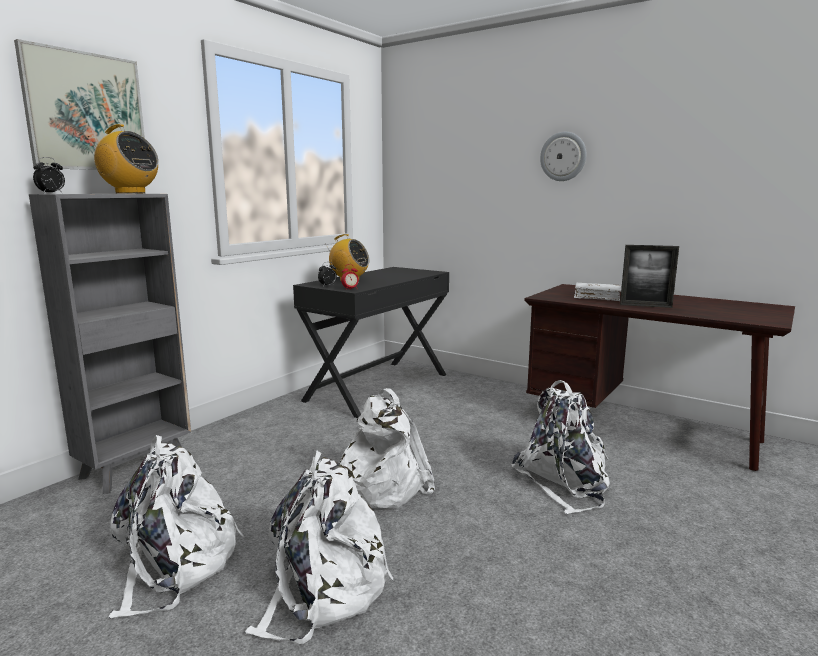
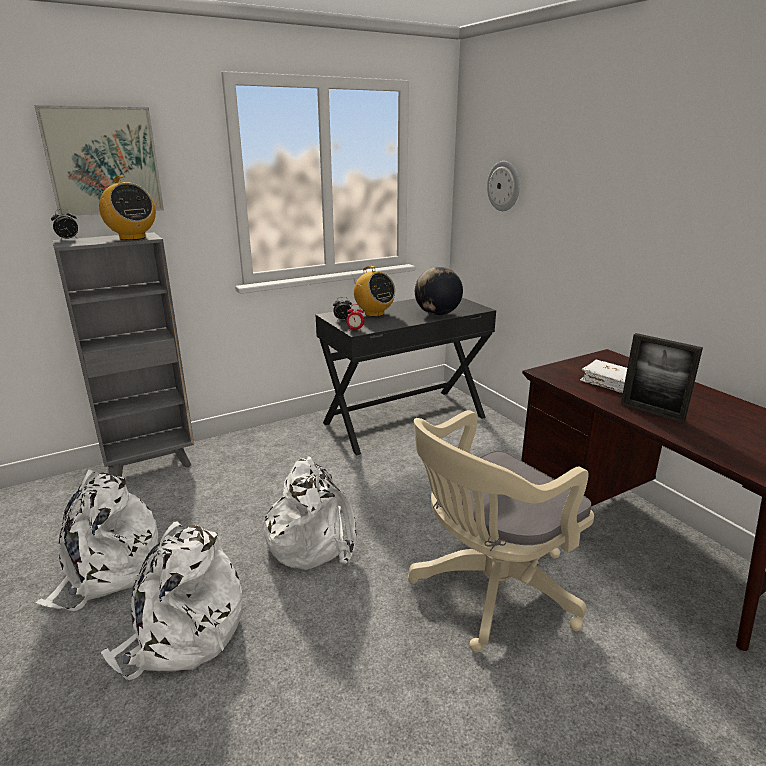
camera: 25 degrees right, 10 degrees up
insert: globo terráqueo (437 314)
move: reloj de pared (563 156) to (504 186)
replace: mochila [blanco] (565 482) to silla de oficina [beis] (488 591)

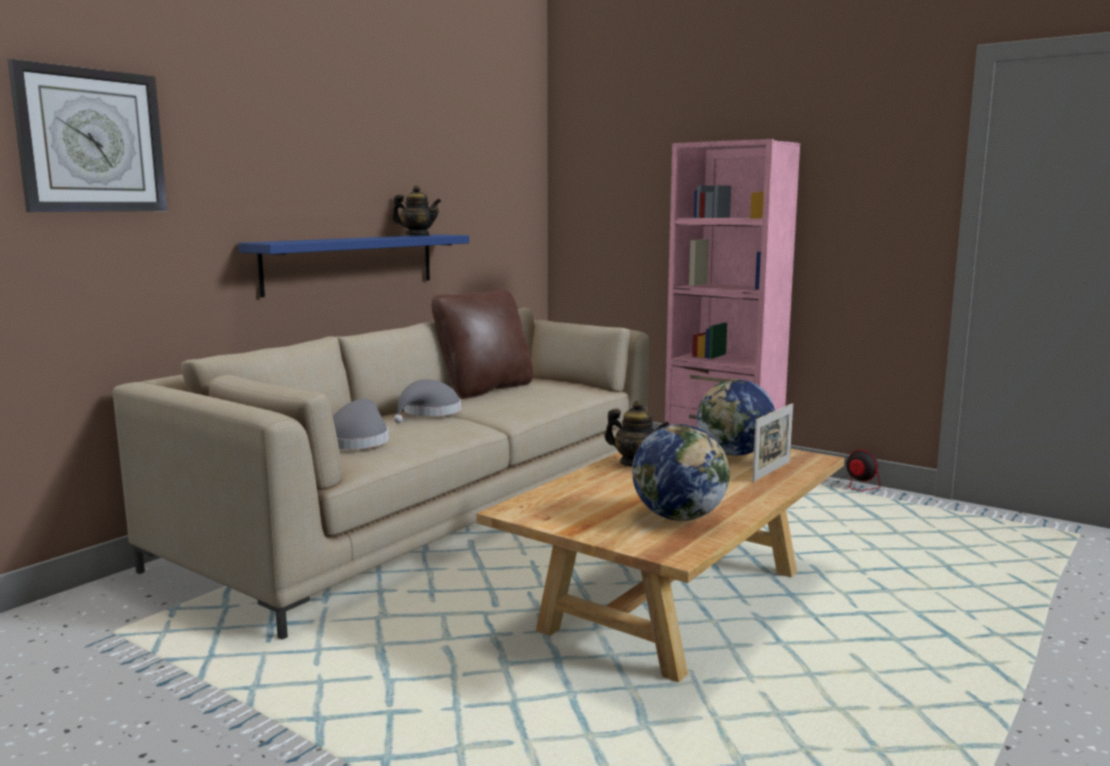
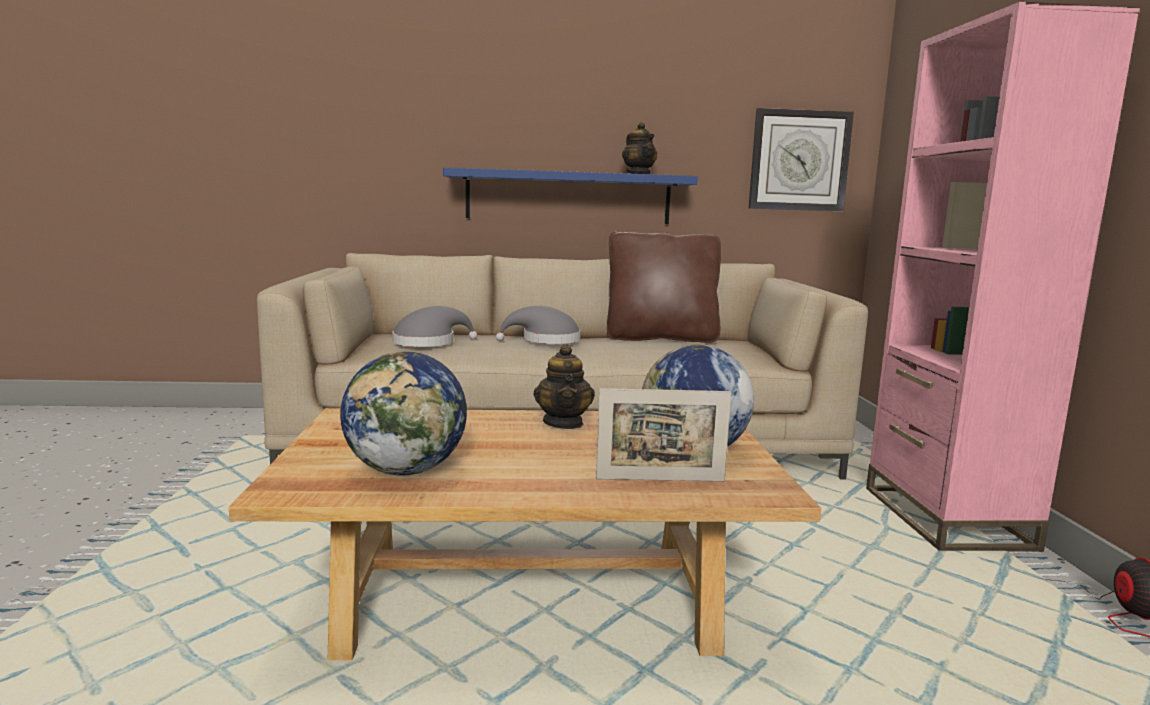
camera: 50 degrees right, 0 degrees up
move: reloj de pared (91 141) to (799 160)

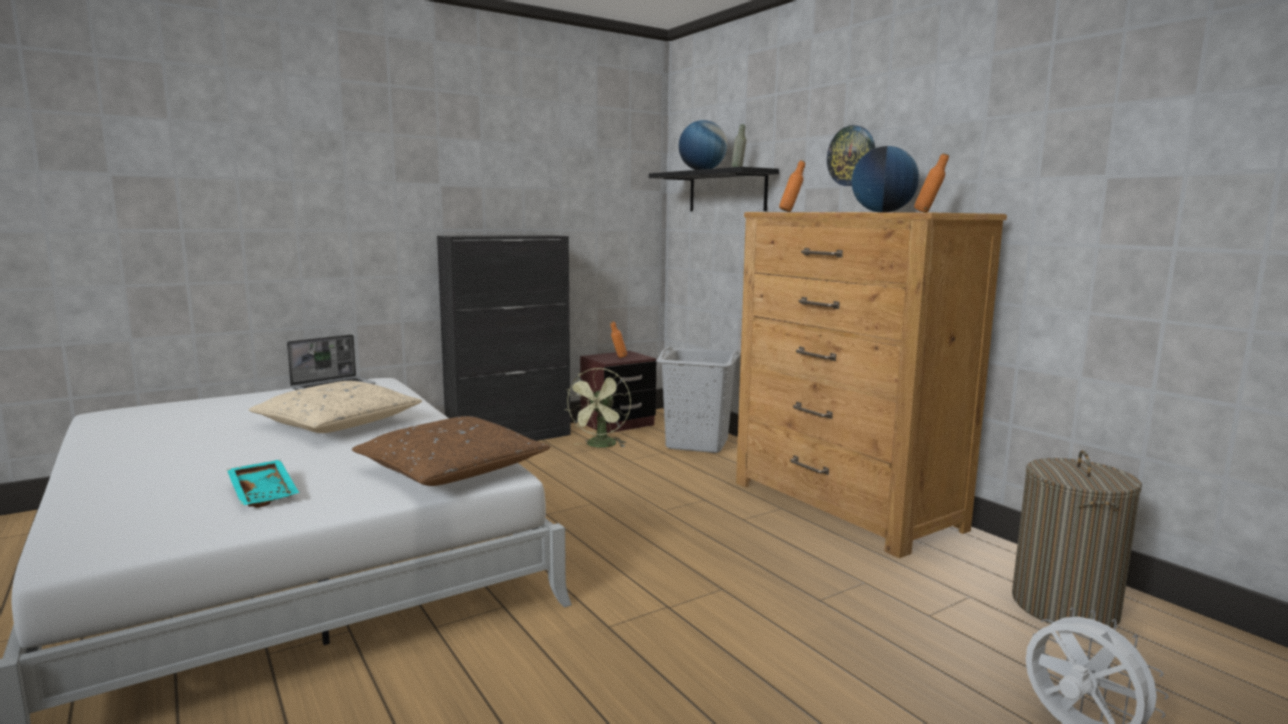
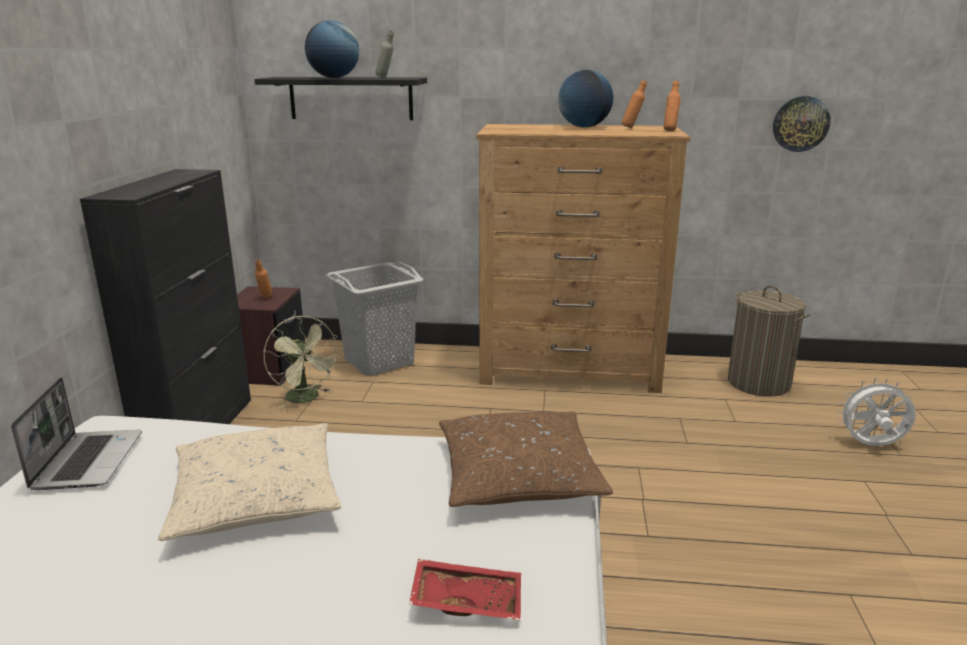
camera: 50 degrees left, 10 degrees up
move: reloj de pared (851 156) to (800 124); botella [naranja] (791 212) to (670 130)
recolor: bandeja [turquesa] (265 493) to bandeja [rojo] (467 599)

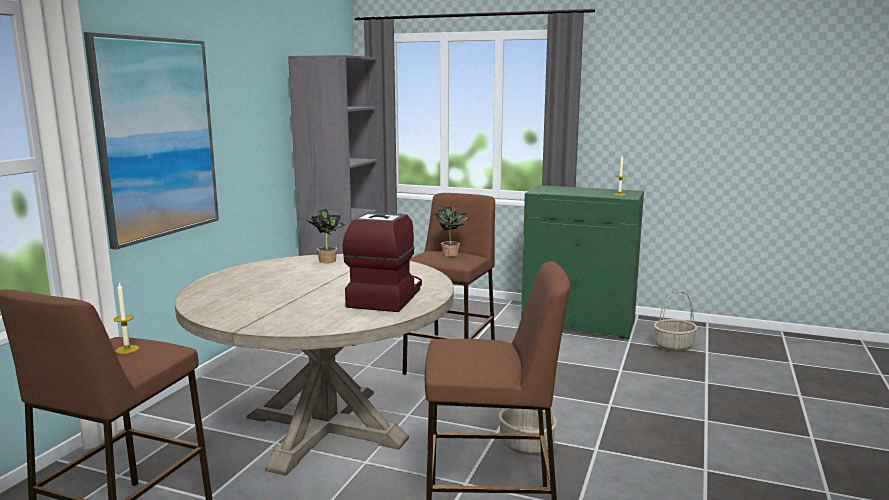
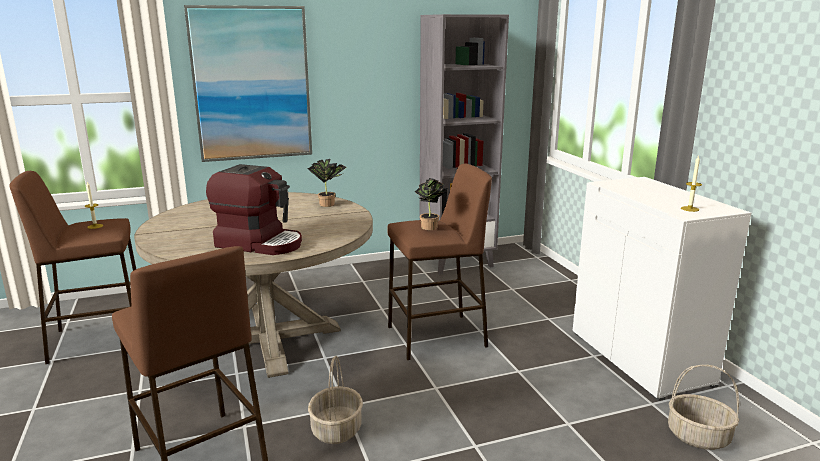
camera: 50 degrees right, 5 degrees up
recolor: armario [verde] (579 323) to armario [blanco] (641 358)
rotate: cafetera (385 297) = (260 243) 45 degrees clockwise

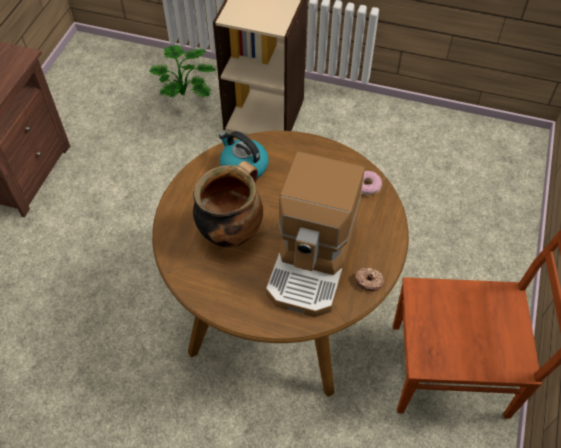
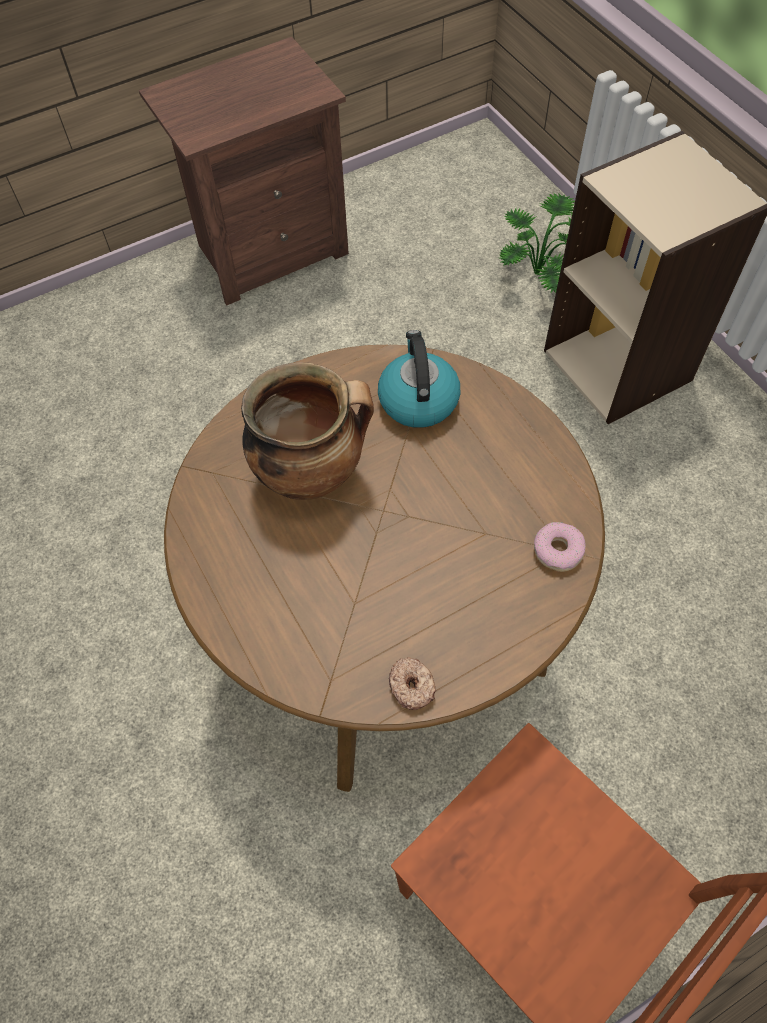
camera: 45 degrees right, 5 degrees up
delete: cafetera (313 262)

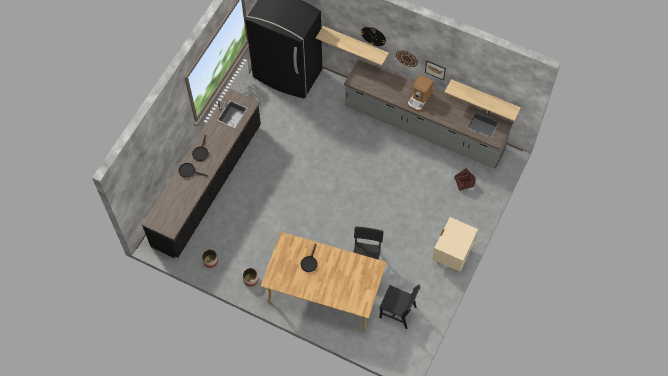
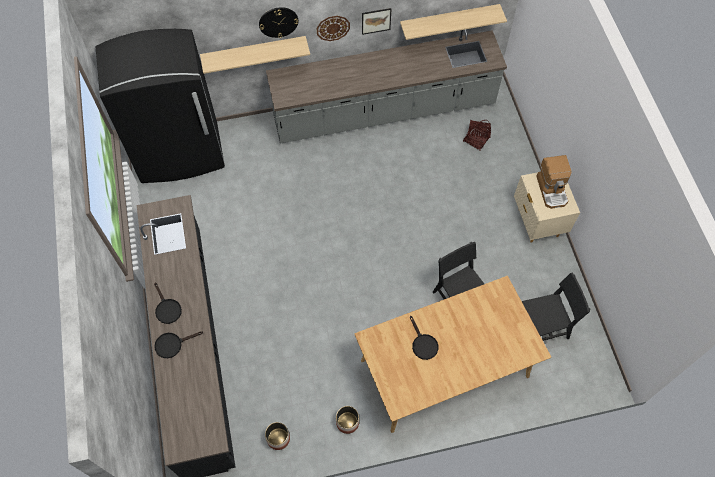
camera: 40 degrees left, 0 degrees up
move: cafetera (419 99) to (552 190)

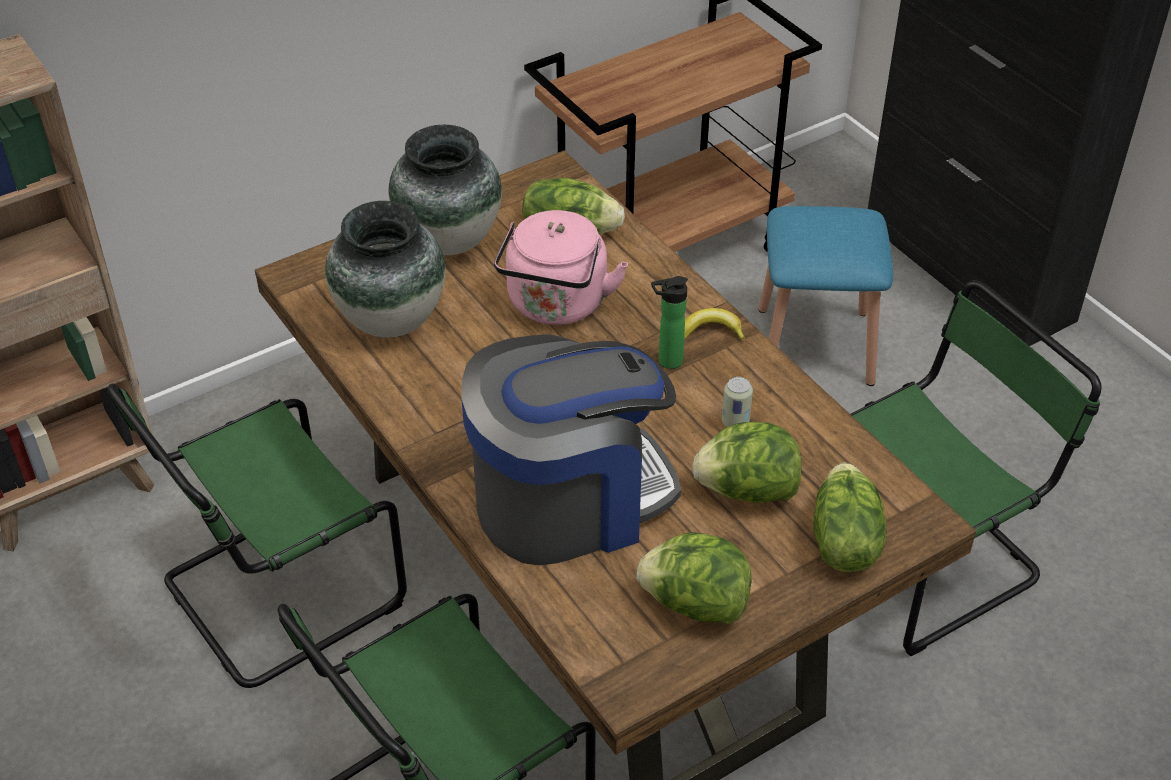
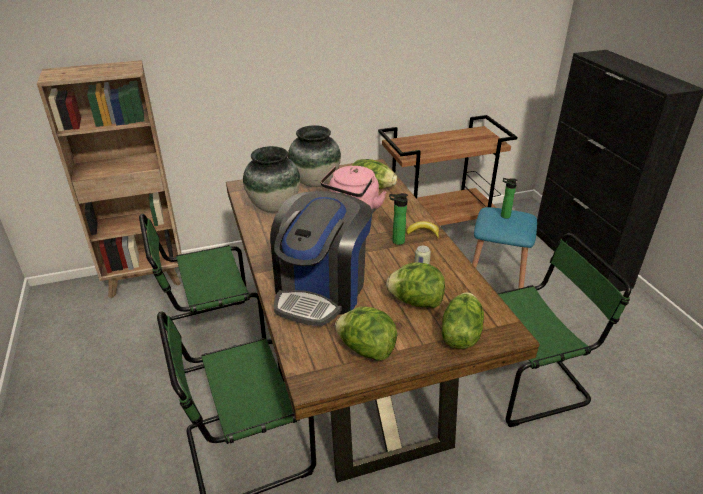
camera: 15 degrees right, 10 degrees down
insert: botella (503 216)
rotate: cafetera (569 500) = (321 290) 120 degrees clockwise

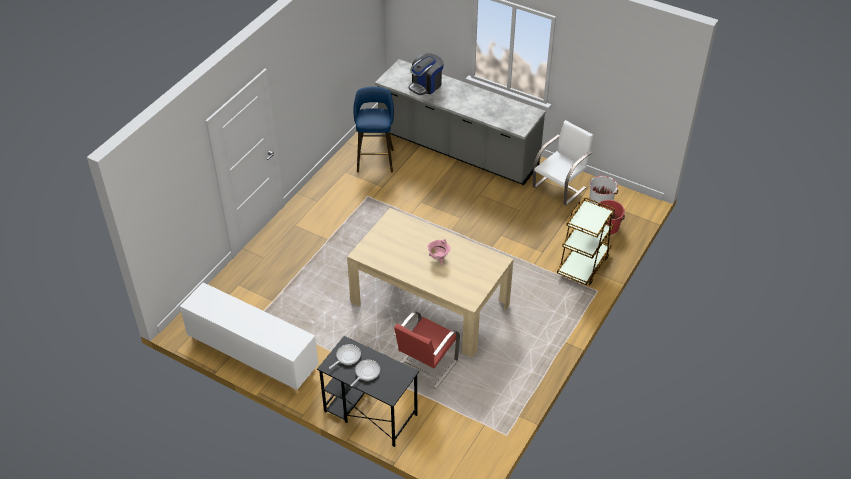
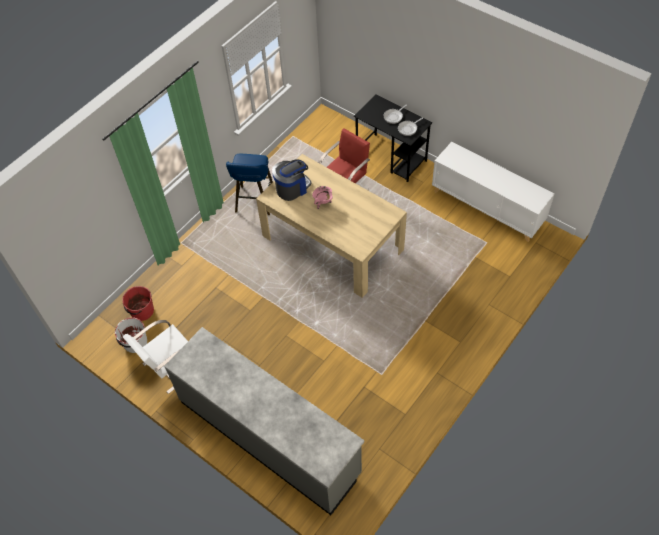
camera: 170 degrees left, 10 degrees up
delete: carrito [marrón] (583 264)
move: cafetera (426 85) to (292 188); taburete [azul] (375 159) to (254 203)

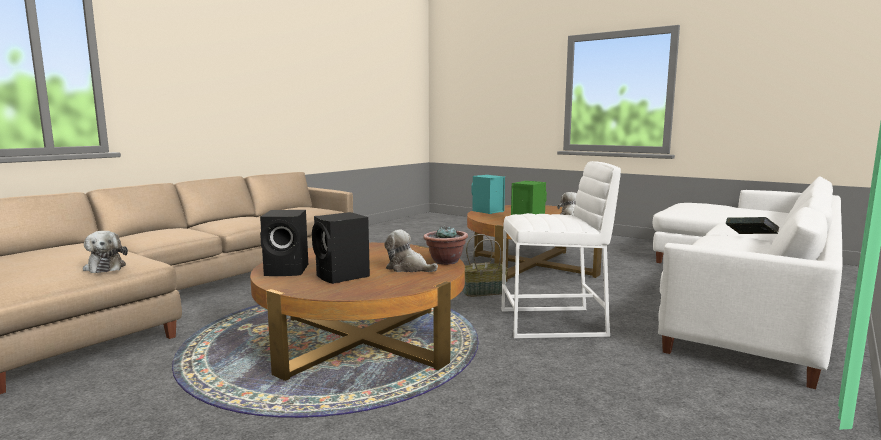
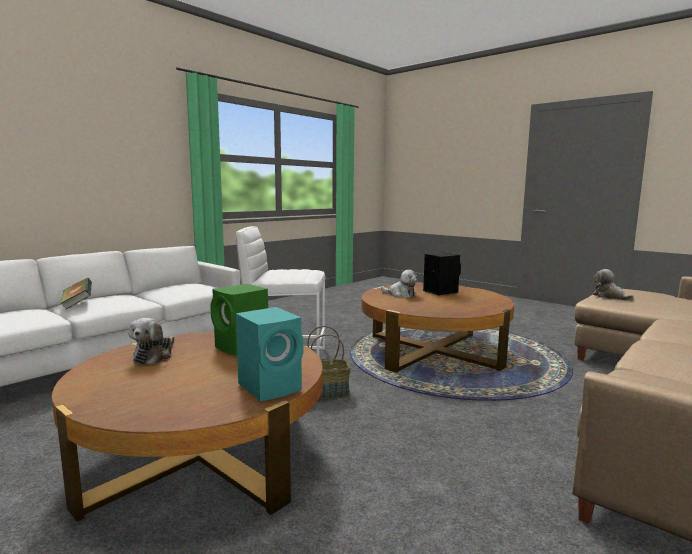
camera: 175 degrees left, 0 degrees up
delete: altavoz [negro] (288 270); planta en maceta (445 261)

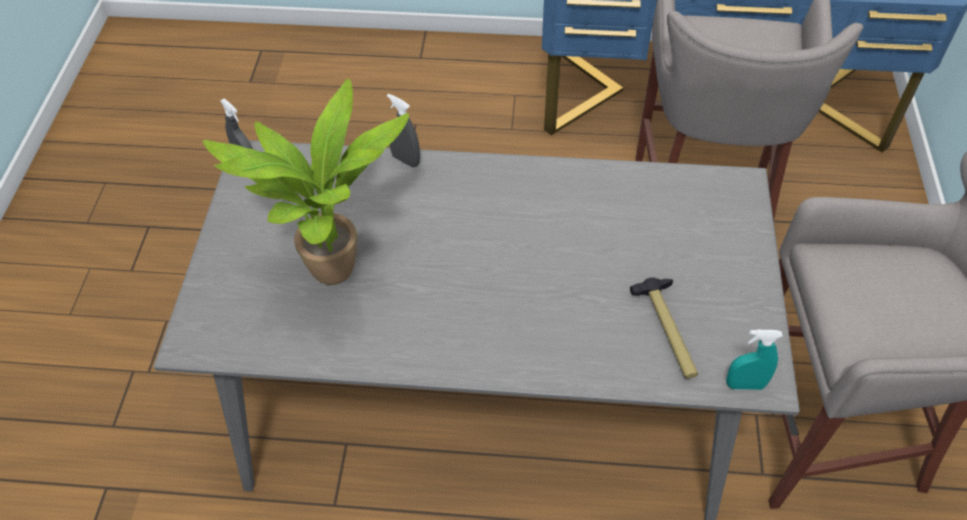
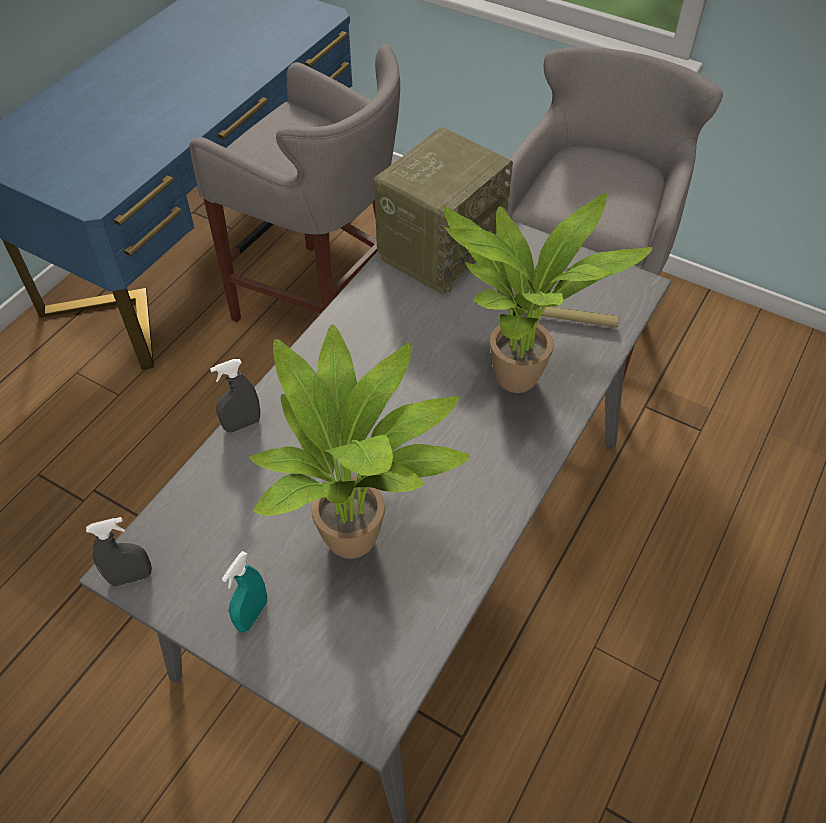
camera: 65 degrees left, 0 degrees up
insert: radio (441 247); planta en maceta (517 386)
move: pulverizador [turquesa] (745 385) to (252 615)

